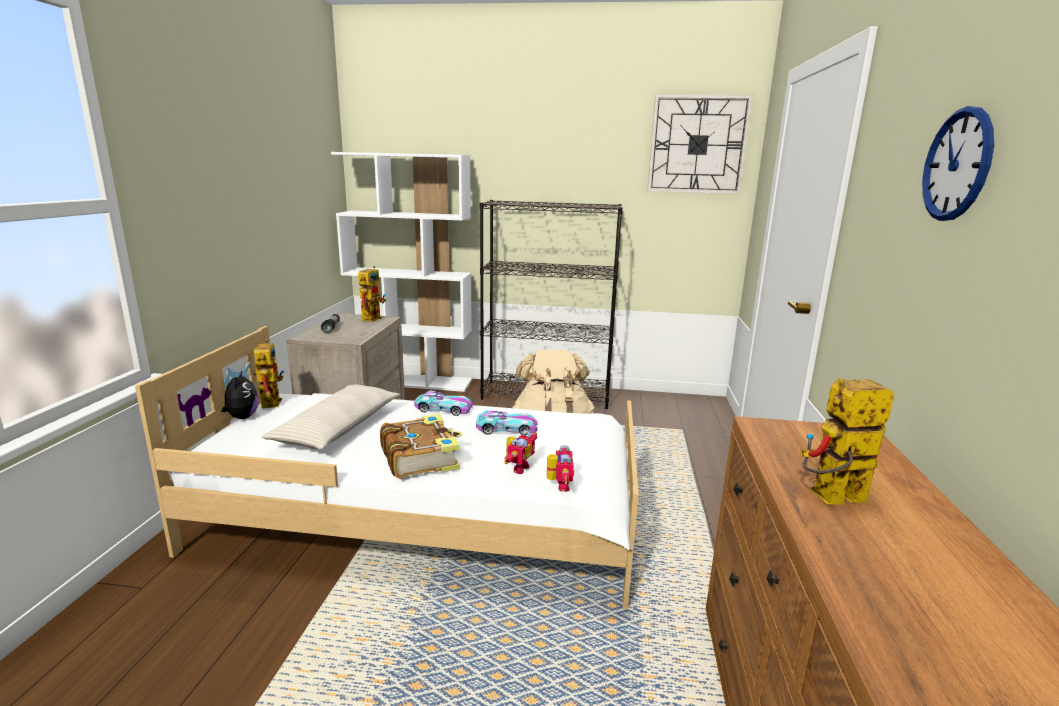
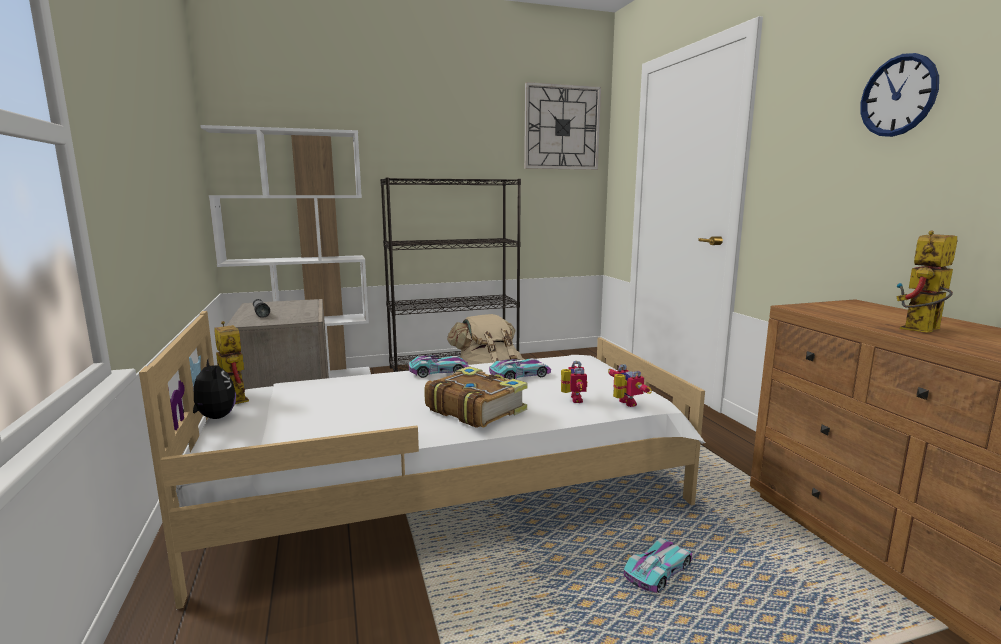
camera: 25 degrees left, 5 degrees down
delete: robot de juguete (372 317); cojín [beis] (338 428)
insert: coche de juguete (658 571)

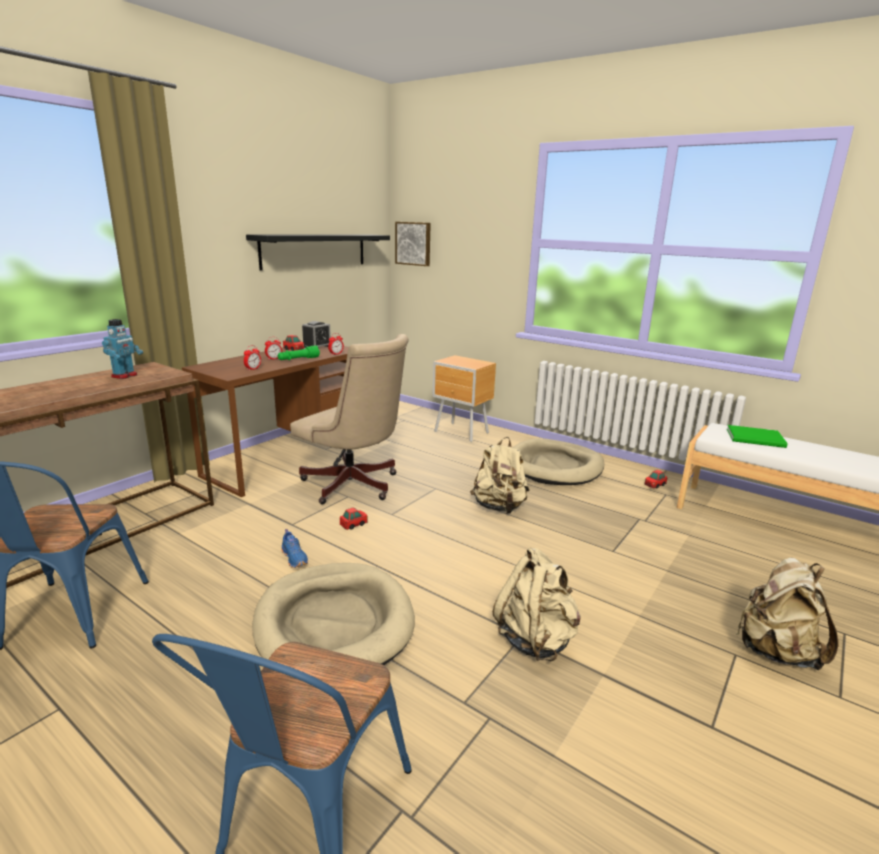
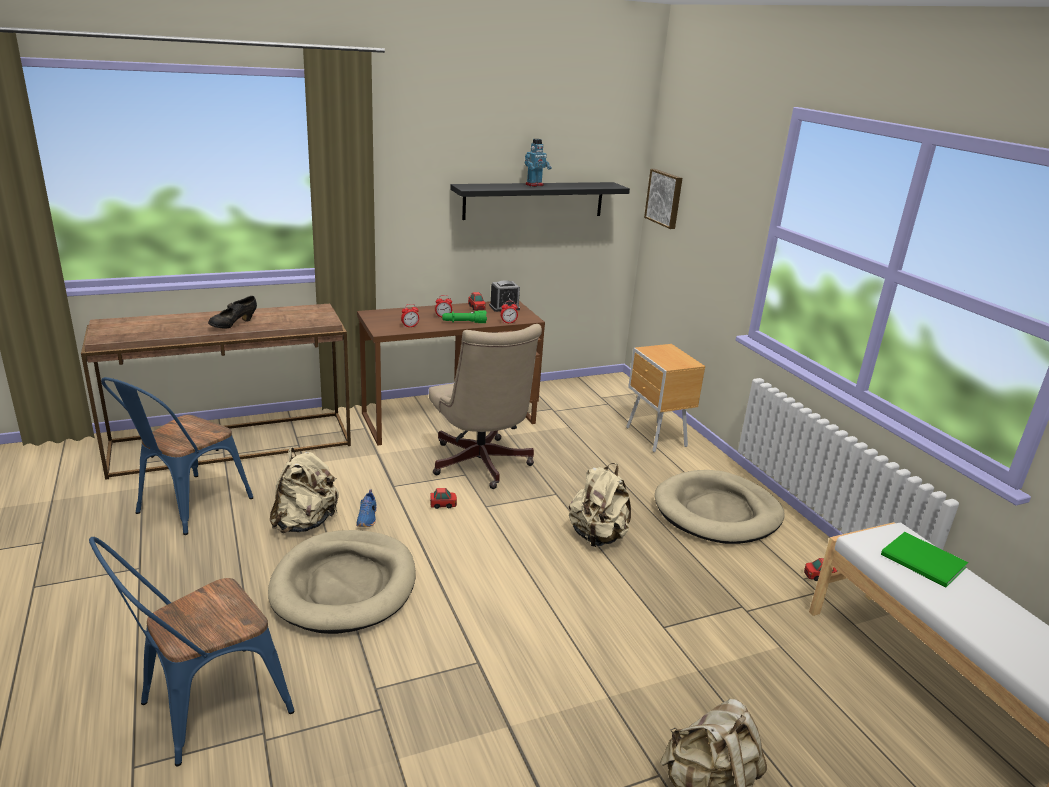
camera: 30 degrees right, 5 degrees up
insert: zapato [negro] (233 325)
move: robot de juguete (125 376) to (534 185); mochila [beis] (535 639) to (305 523)

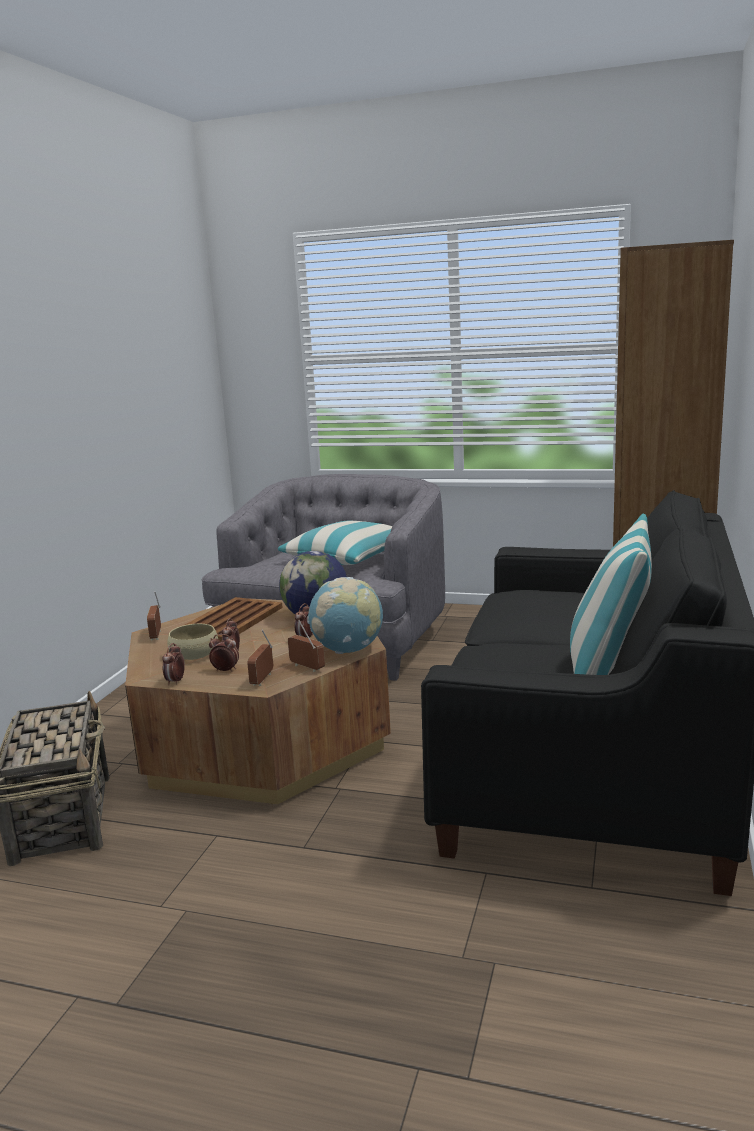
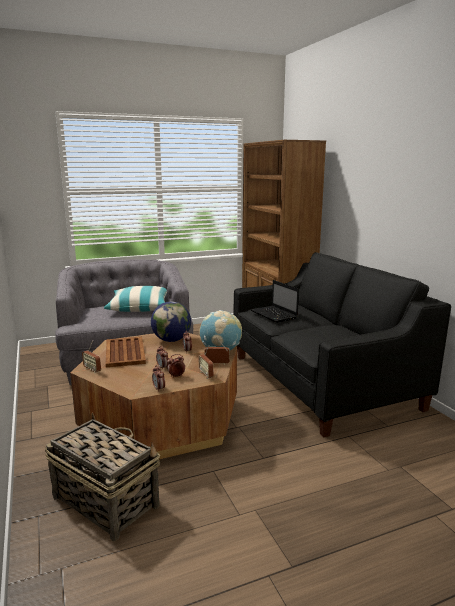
camera: 40 degrees left, 0 degrees up
delete: cojín (608 673); cuenco [beis] (194 654)
insert: portátil (275 315)

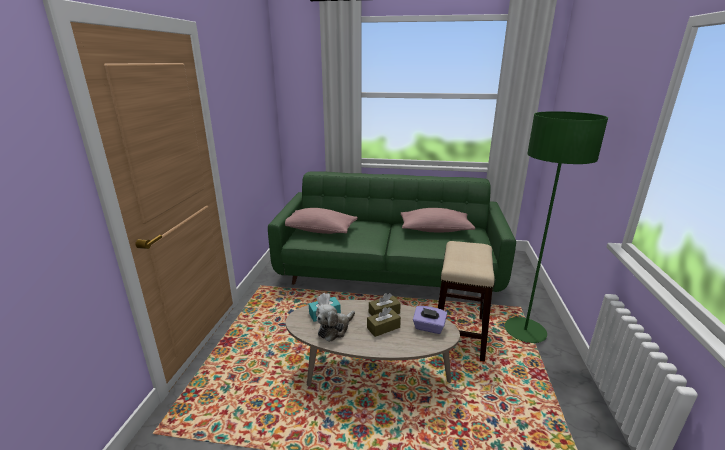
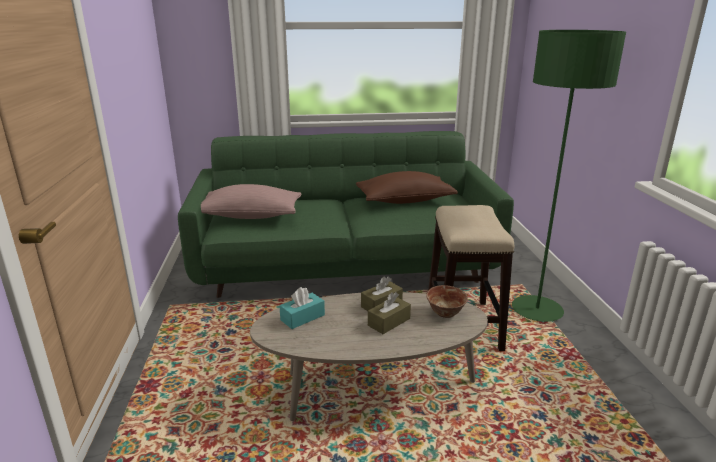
camera: 15 degrees left, 0 degrees up
delete: peluche (335 329)
replace: caja de pañuelos [morado] (428 327) to cuenco (445 313)
recolor: cojín [rosa] (435 230) to cojín [marrón] (404 201)

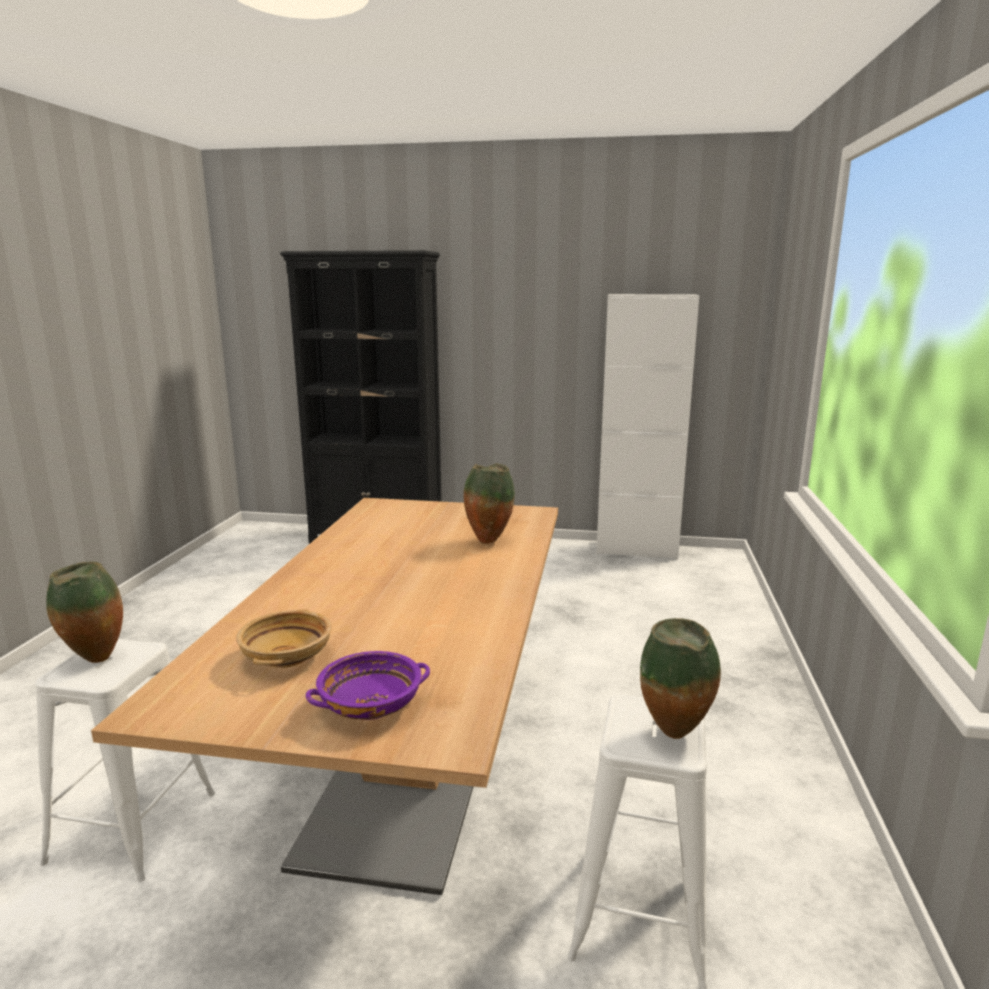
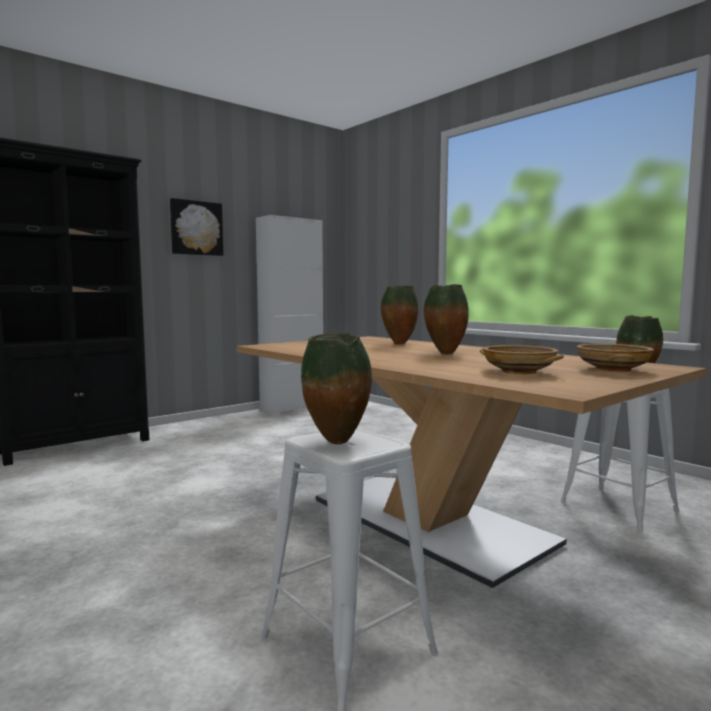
camera: 50 degrees left, 10 degrees down
insert: cuadro (196 228); florero (444 353)
recolor: cuenco [morado] (371 705) to cuenco [beis] (612 369)

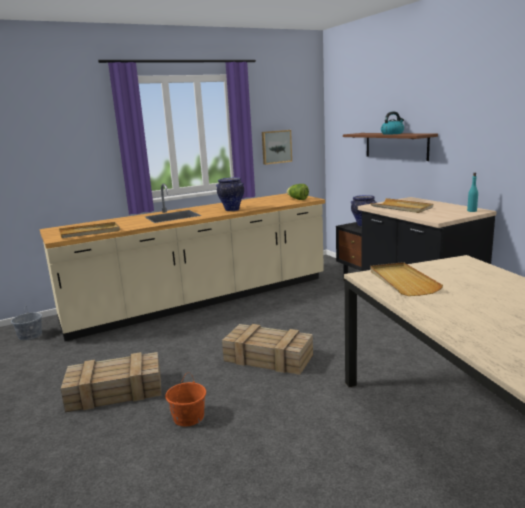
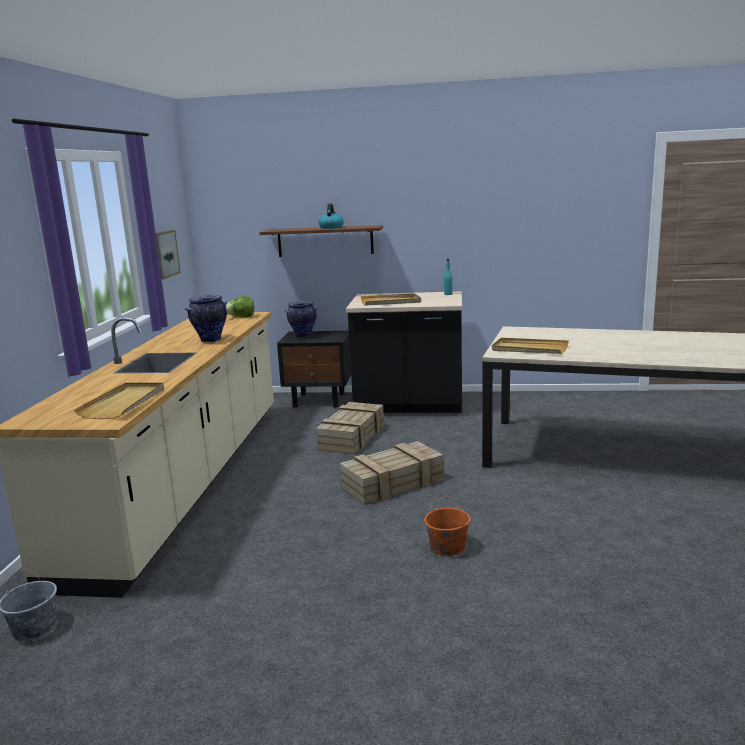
camera: 55 degrees left, 0 degrees up
move: caja de embalaje (117 391) to (352 436)

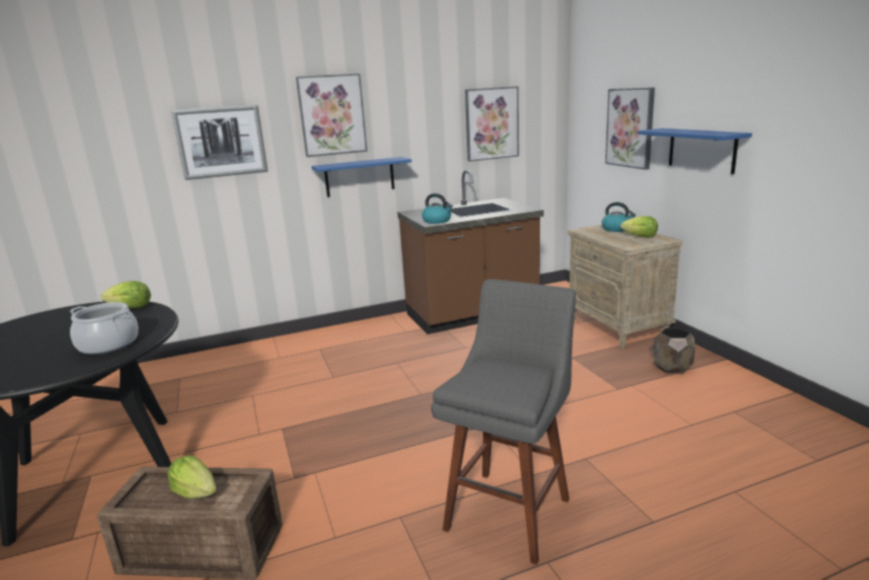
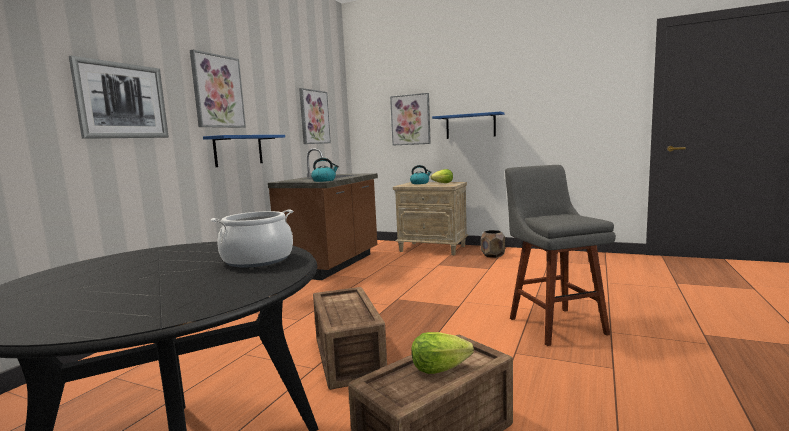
camera: 45 degrees left, 10 degrees down
delete: lechuga (131 308)
insert: caja de embalaje (347 358)

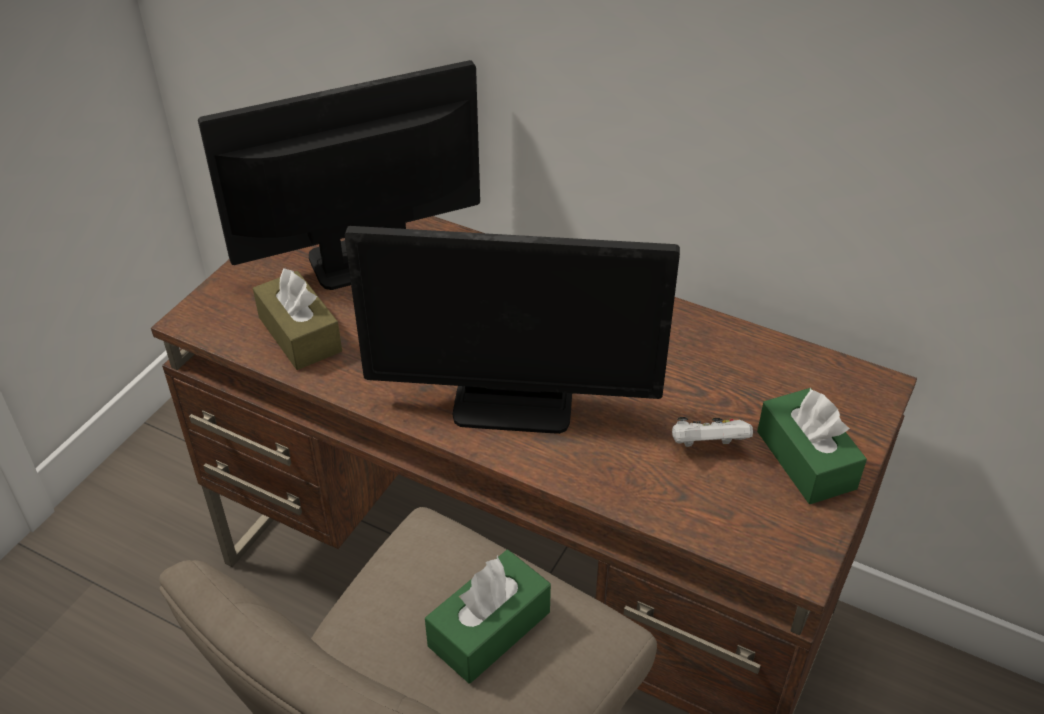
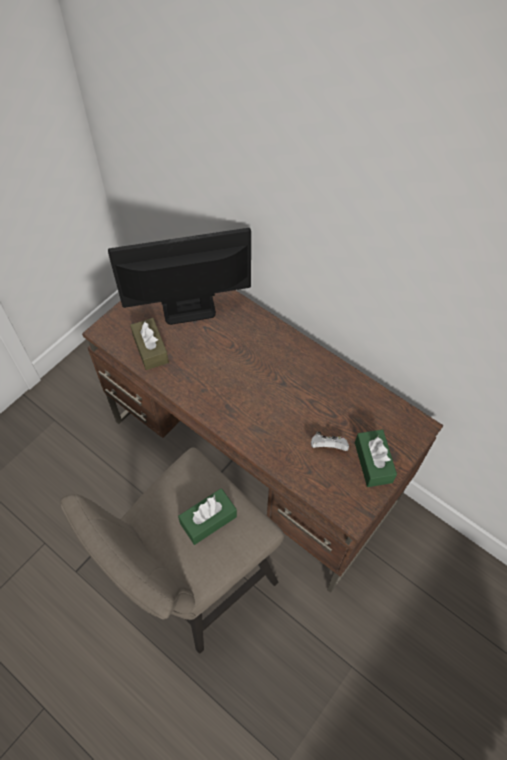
camera: 10 degrees right, 15 degrees up
delete: monitor (513 402)

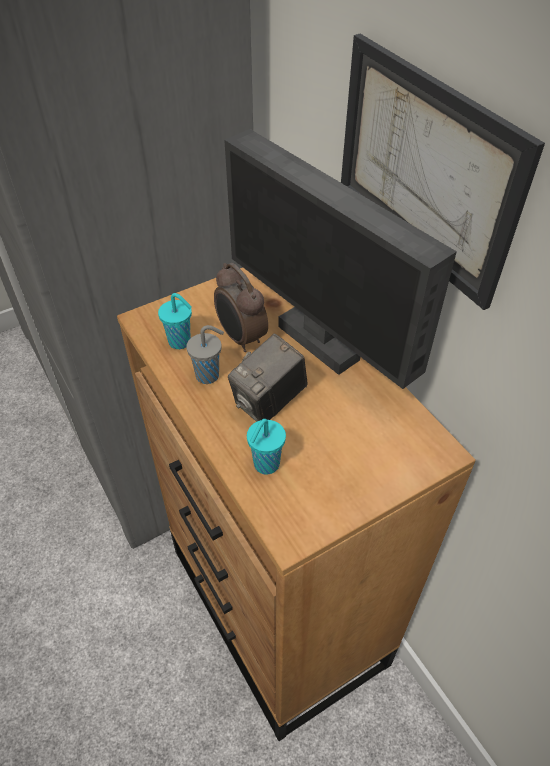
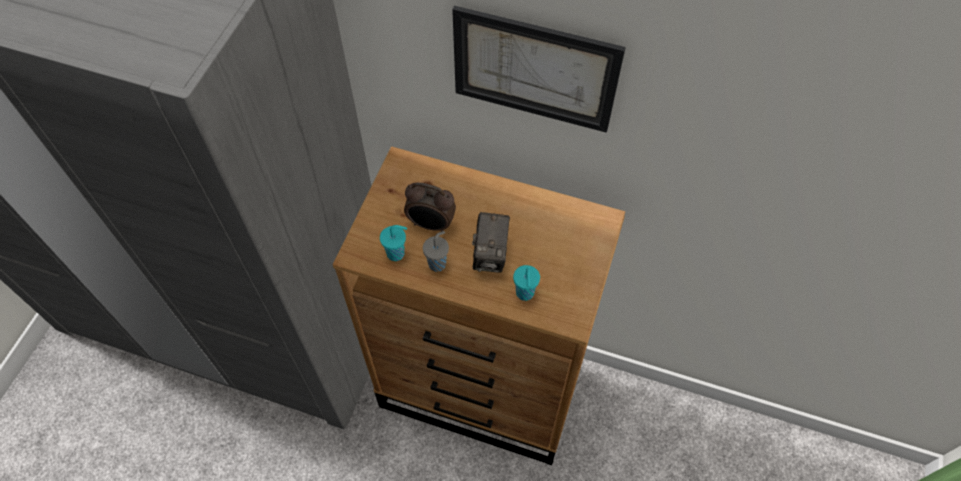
camera: 40 degrees left, 10 degrees up
delete: monitor (320 341)

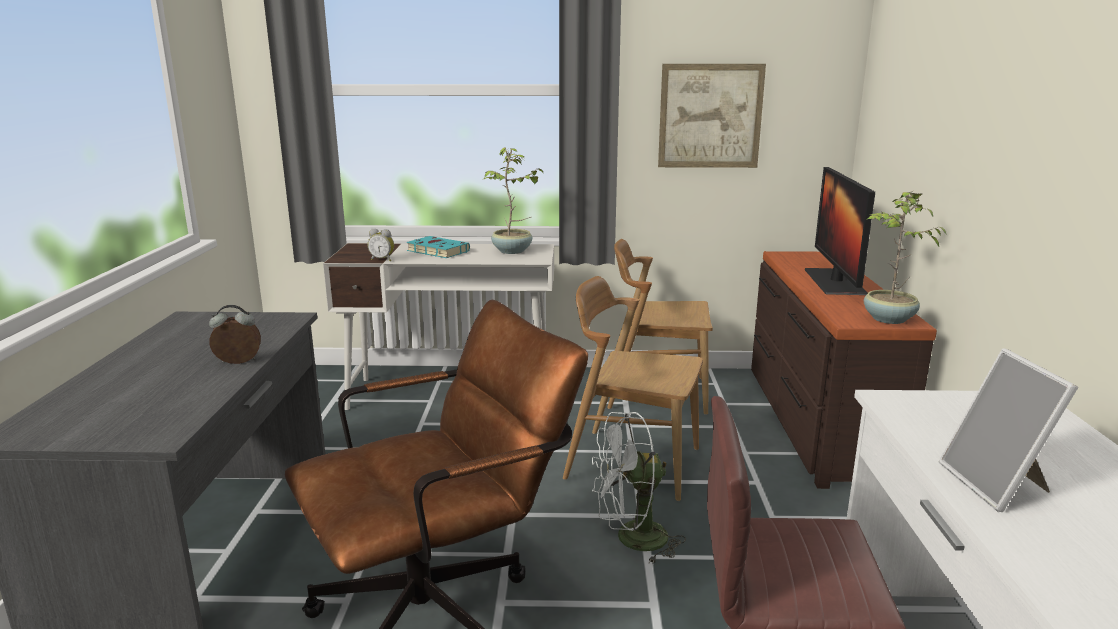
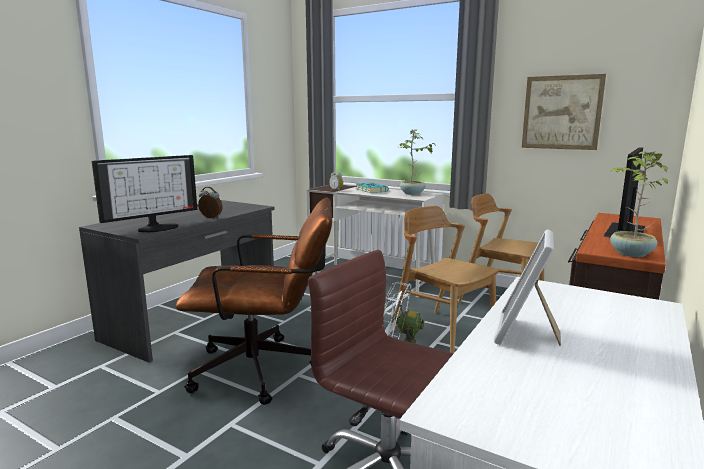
camera: 30 degrees right, 5 degrees down
insert: monitor (157 227)

